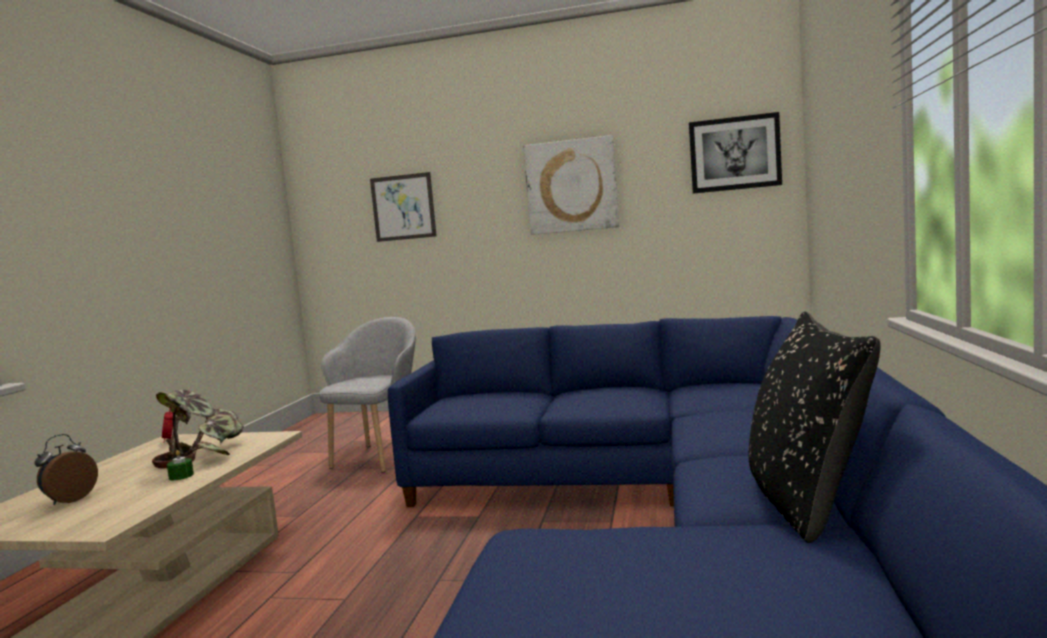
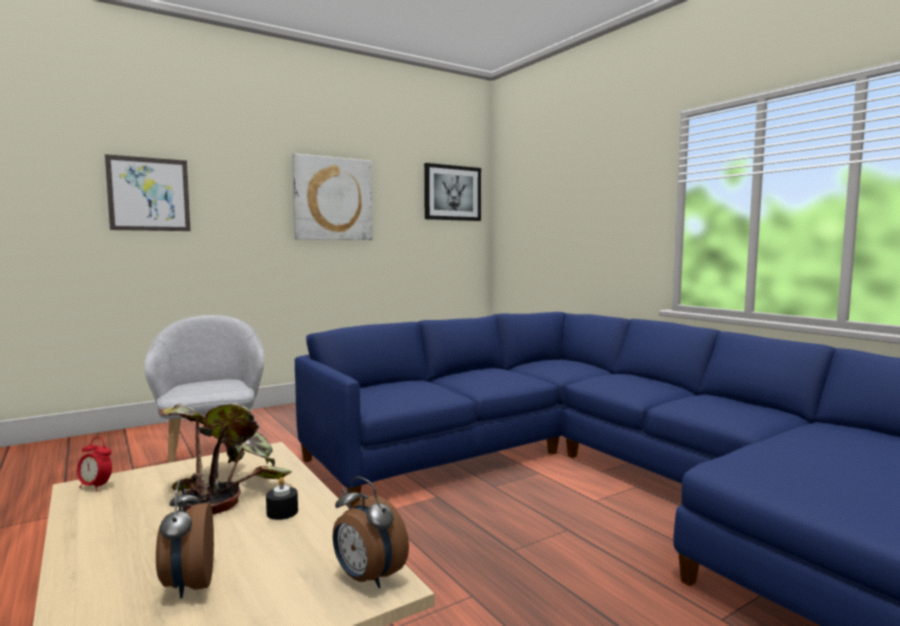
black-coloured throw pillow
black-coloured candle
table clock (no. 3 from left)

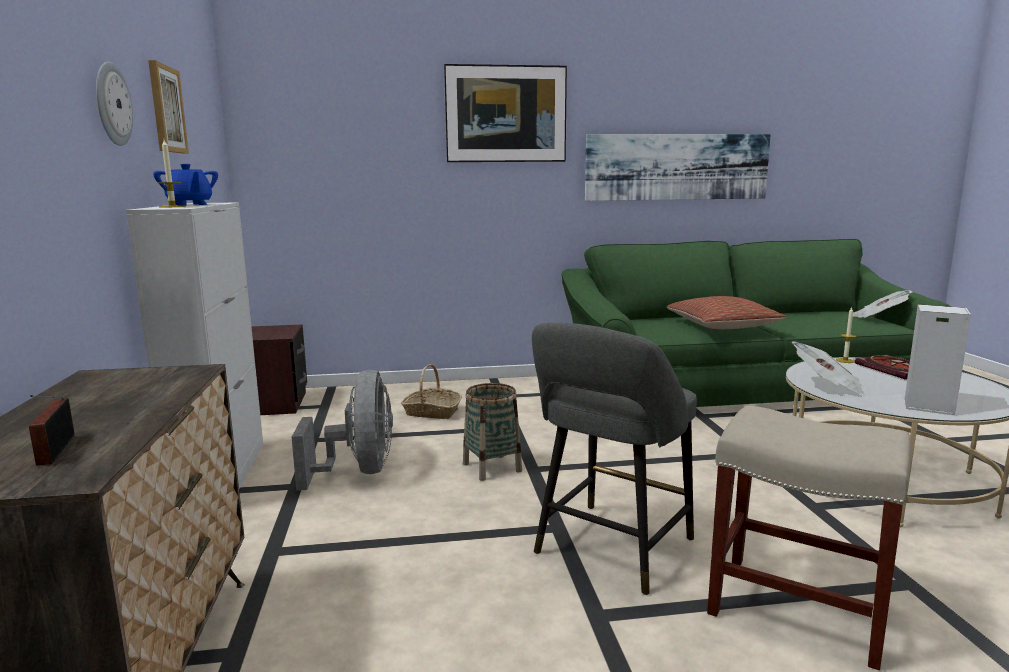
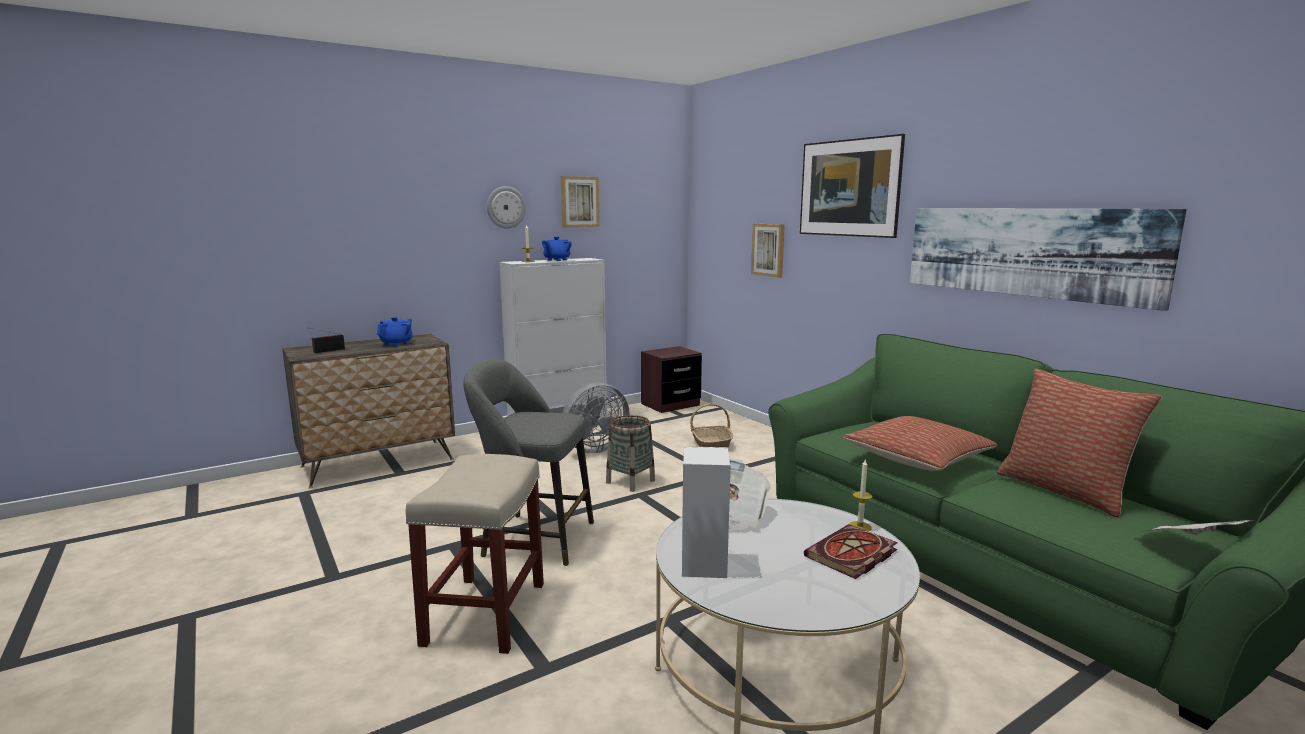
wall art (no. 2 from left)
blue pot for tea (no. 1 from left)
throw pillow (no. 2 from left)

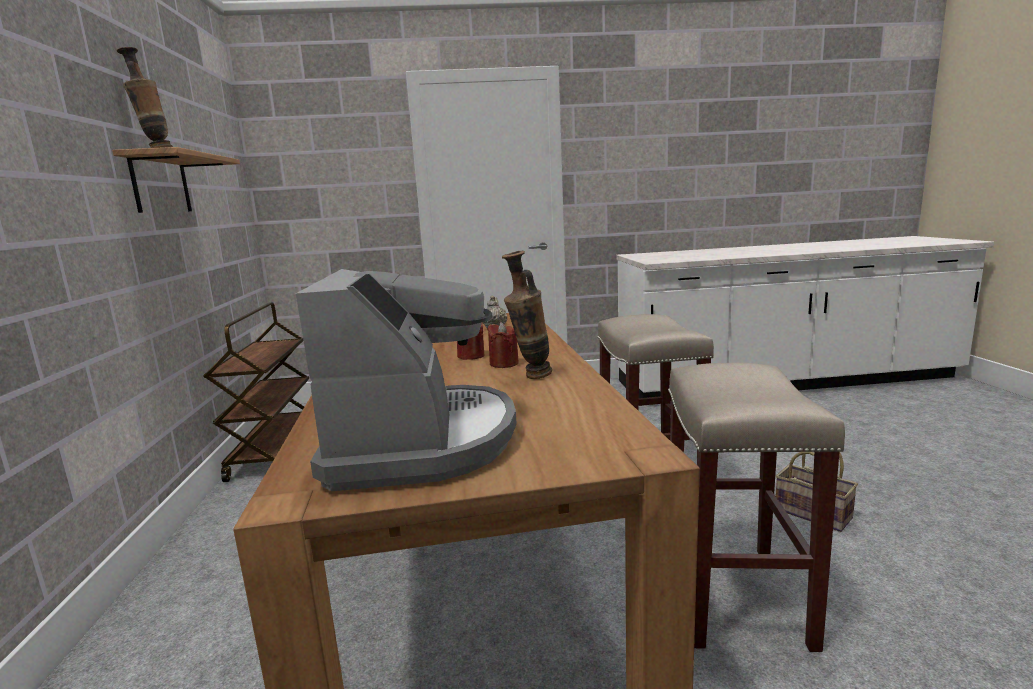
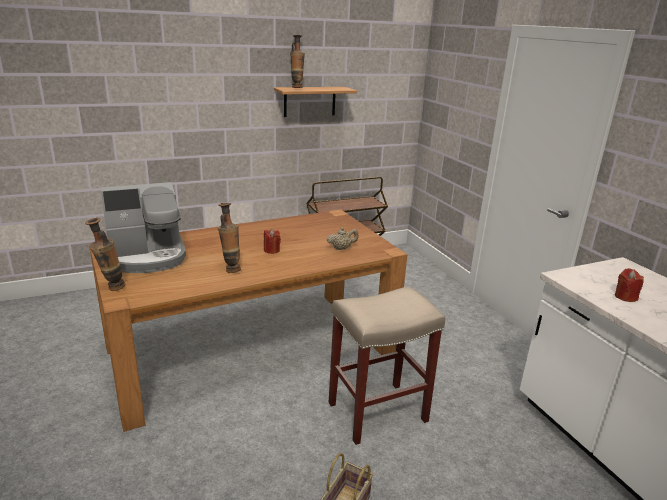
red candle (no. 2 from left)
sand-coloured sitting stool (no. 2 from left in the first image)
vase (no. 1 from left)

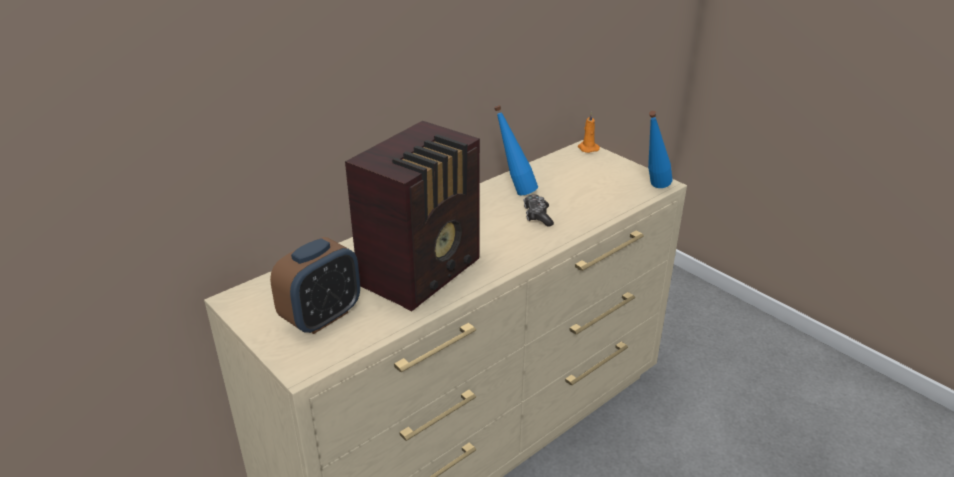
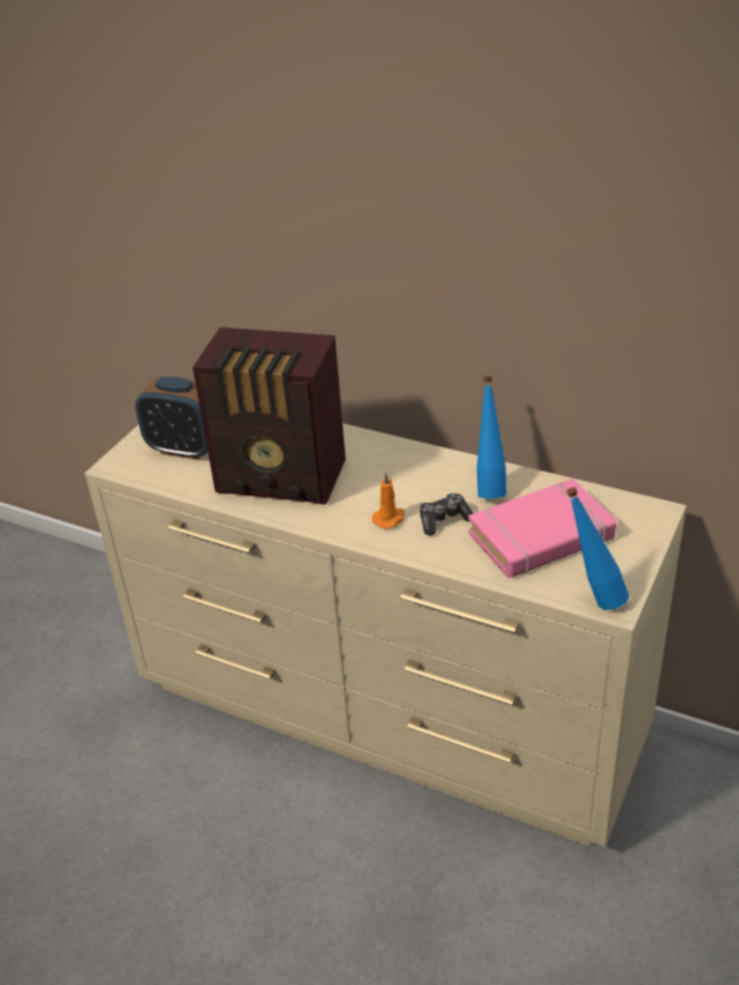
orangey candle
pink-coloured bound book

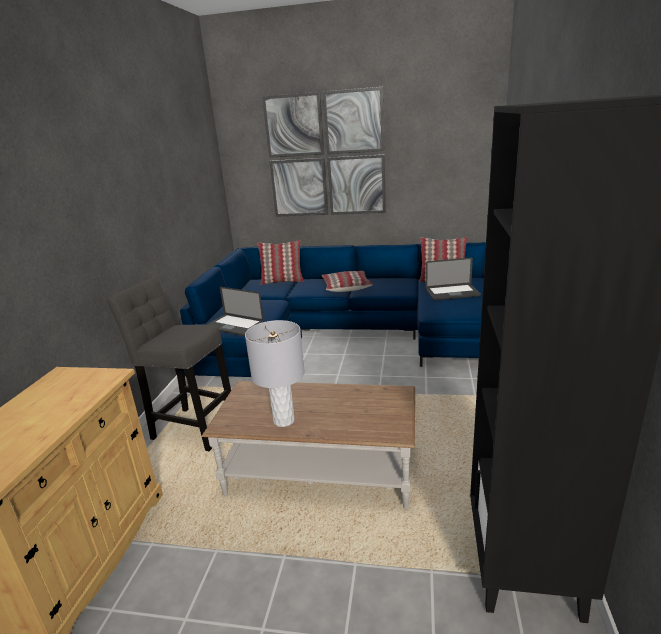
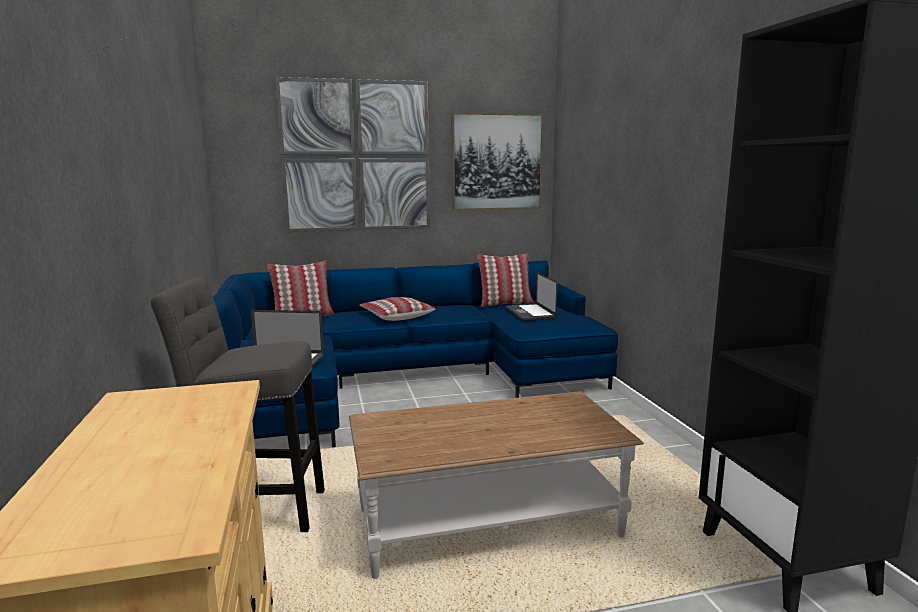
notebook computer (no. 2 from left)
gray tabletop lamp
wall art (no. 2 from left)

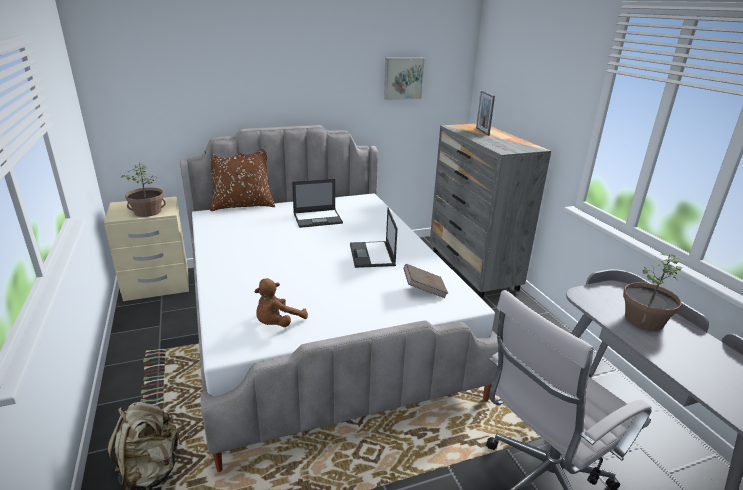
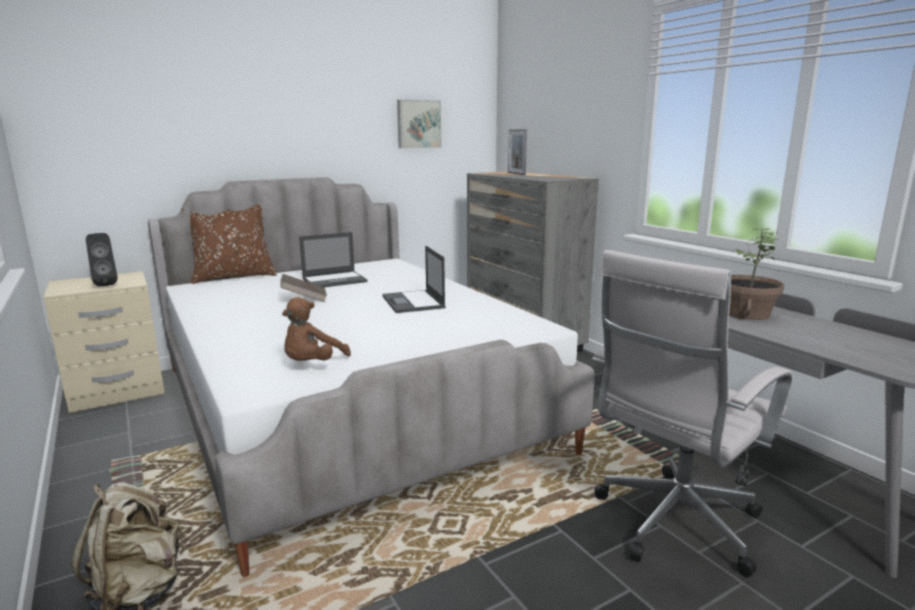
black-coloured audio speaker
brownish bound book

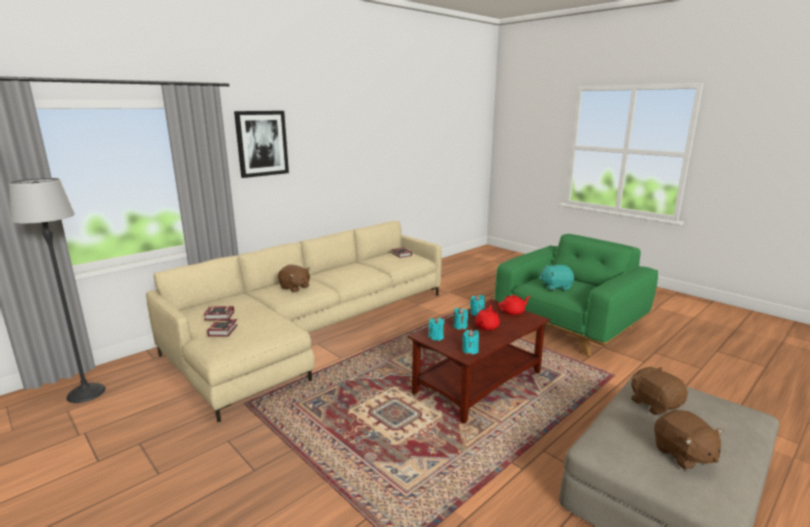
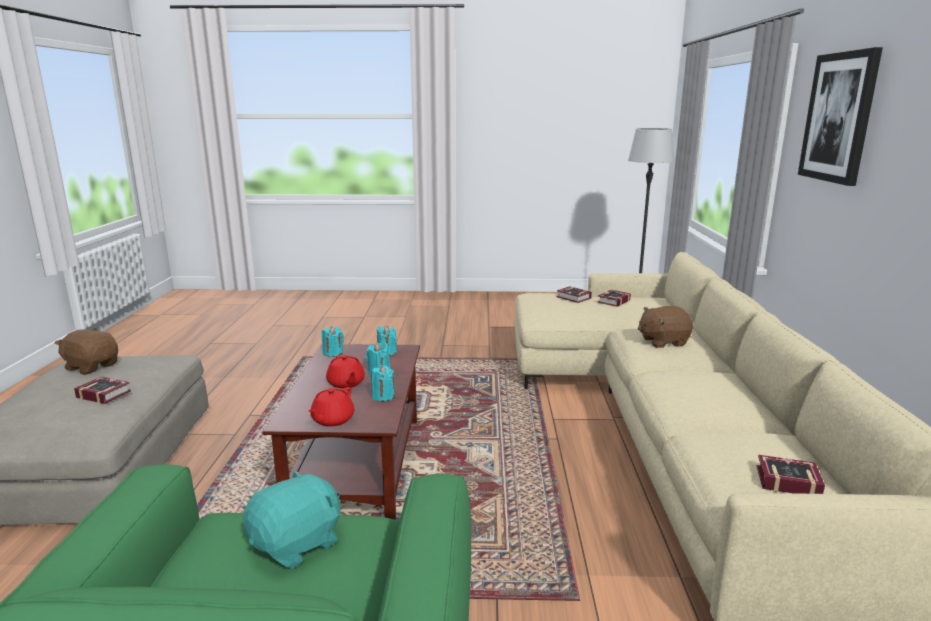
bound book (no. 1 from left)

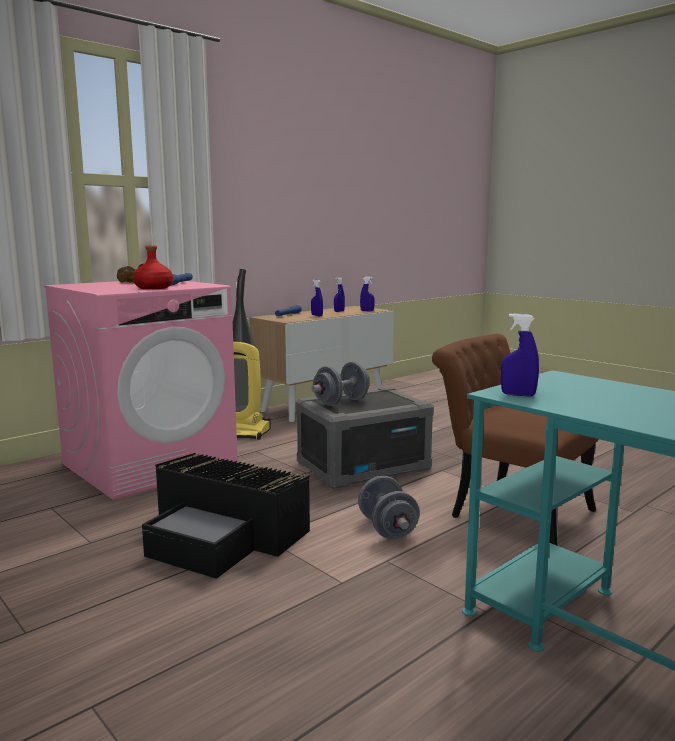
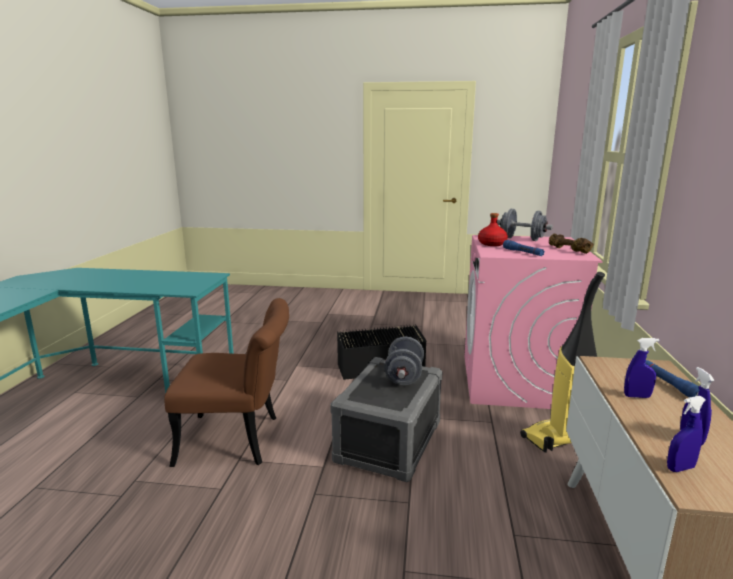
blue spray bottle (no. 4 from left in the first image)
gray hand weight (no. 2 from left)

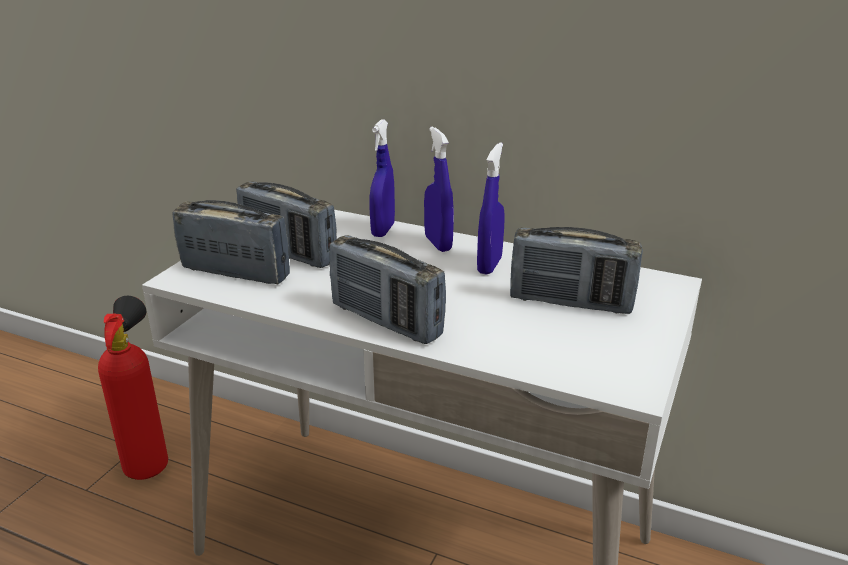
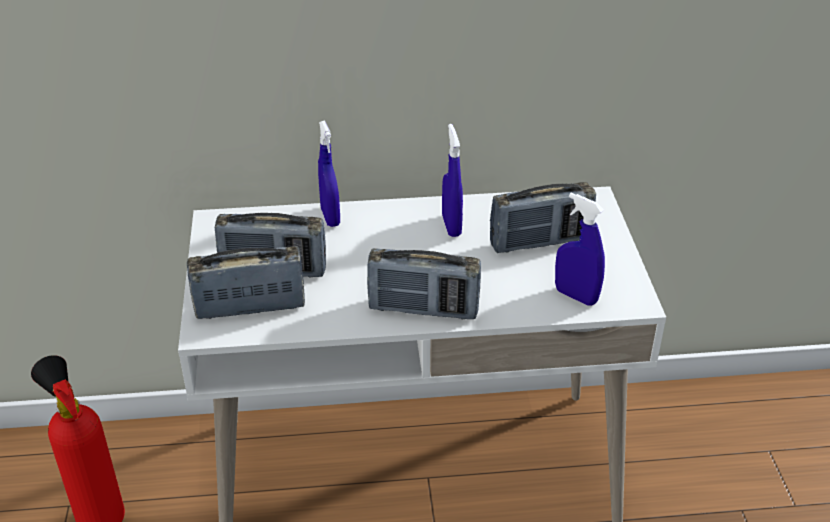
blue spray bottle (no. 3 from left)

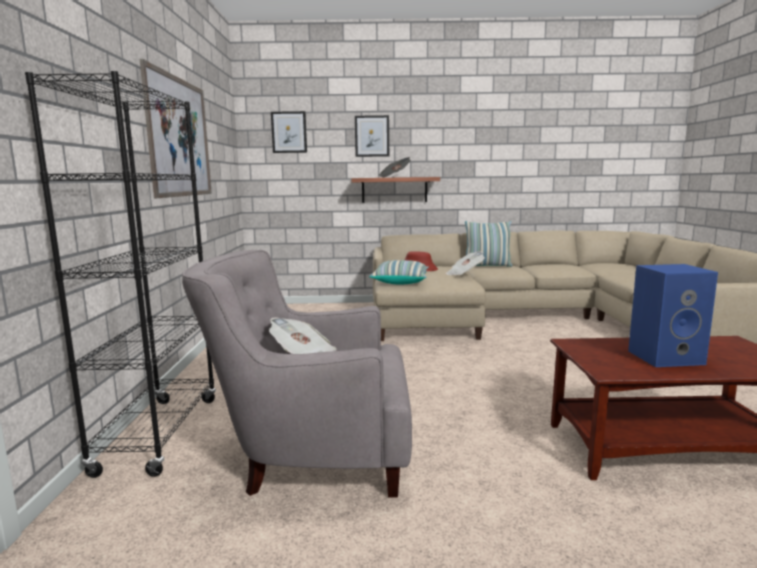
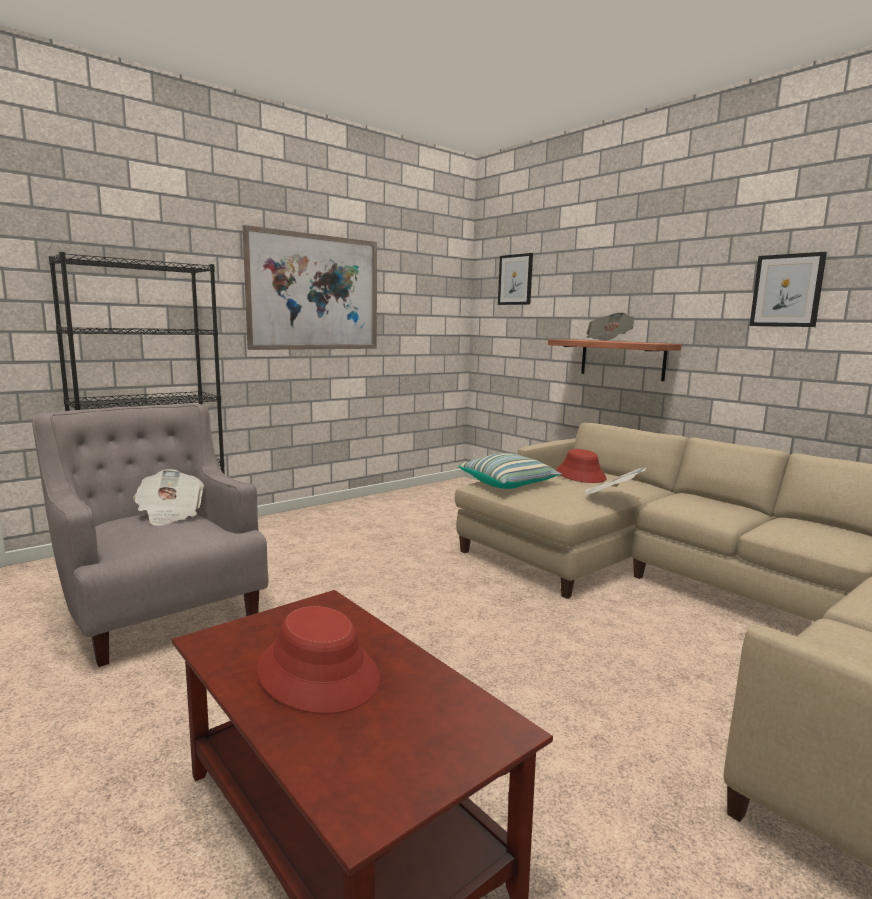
wall art (no. 3 from left)
throw pillow (no. 2 from left in the first image)
red hat (no. 1 from left)

